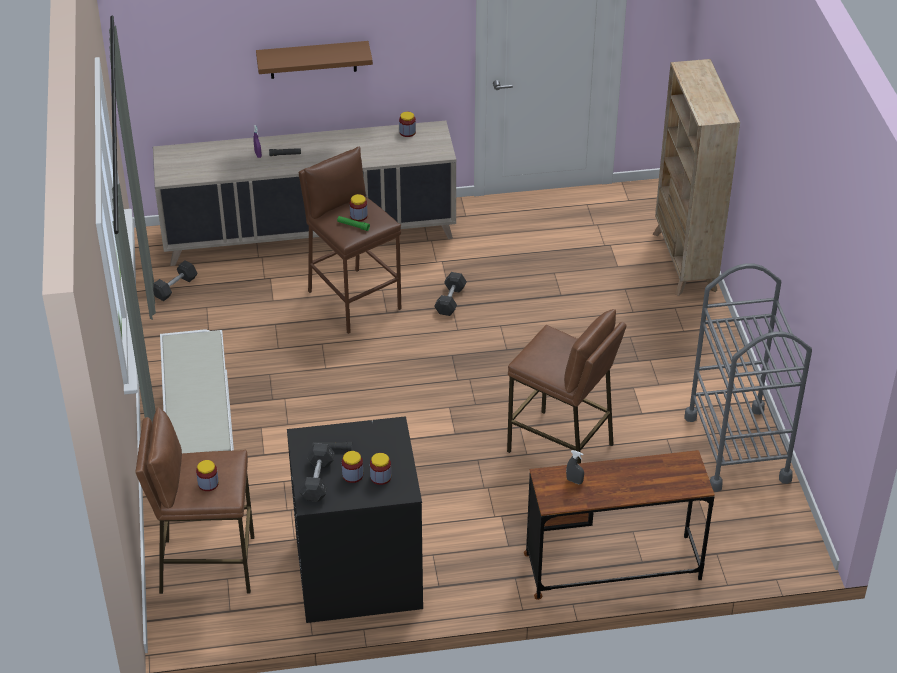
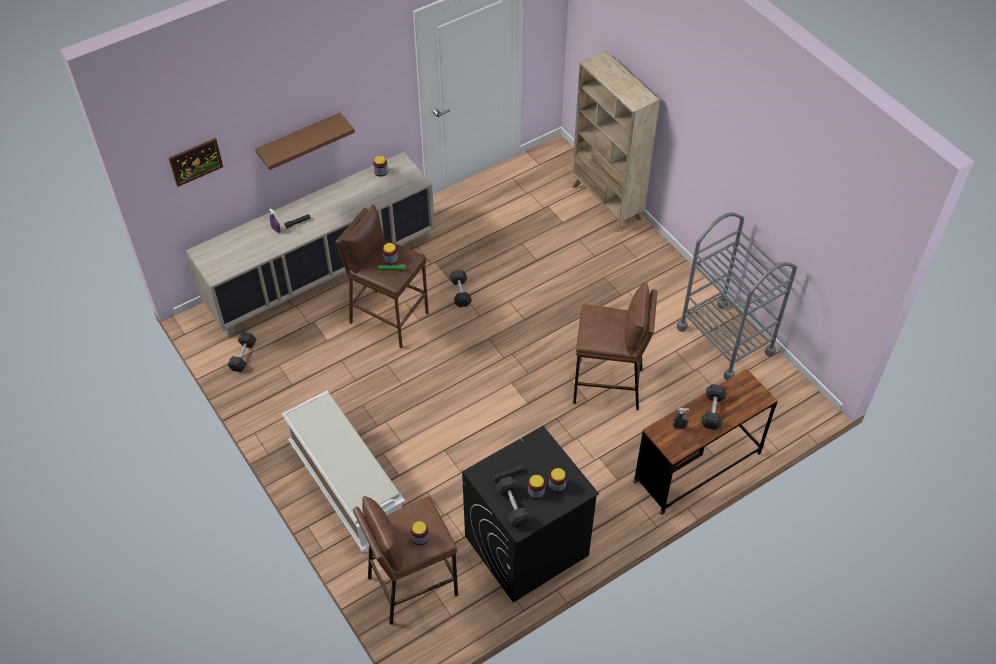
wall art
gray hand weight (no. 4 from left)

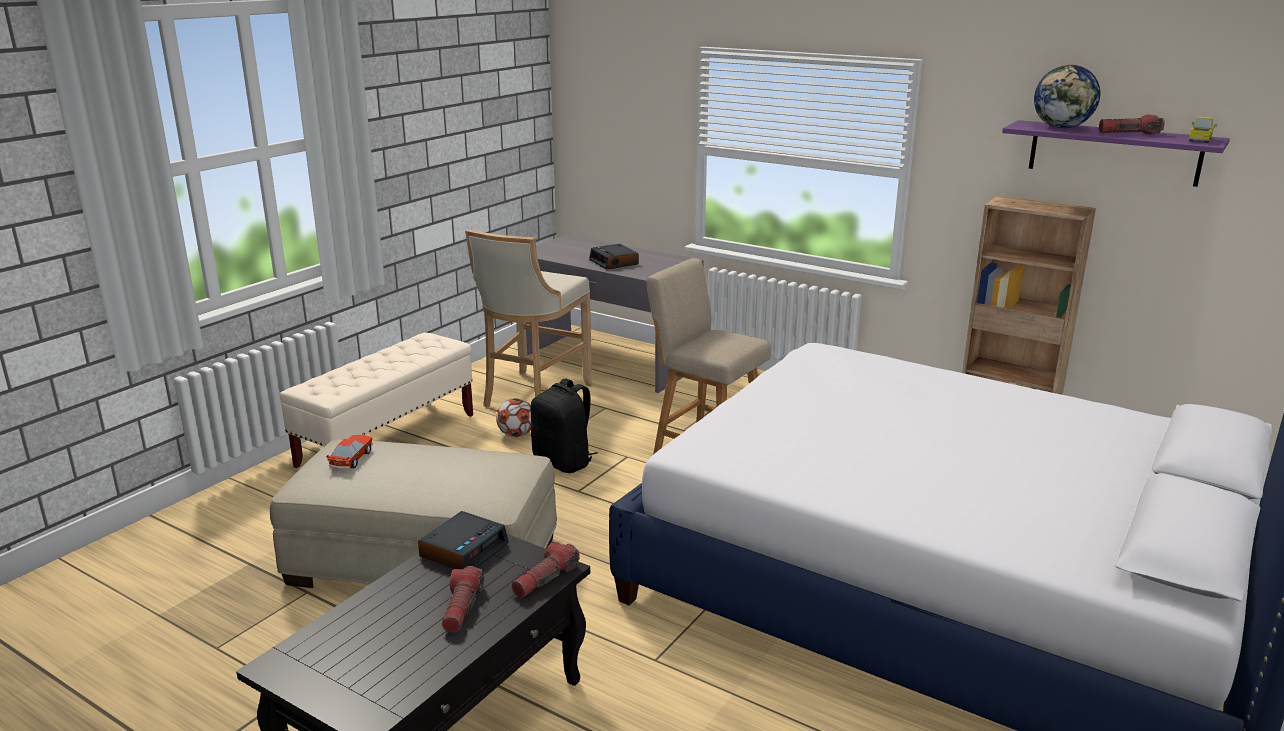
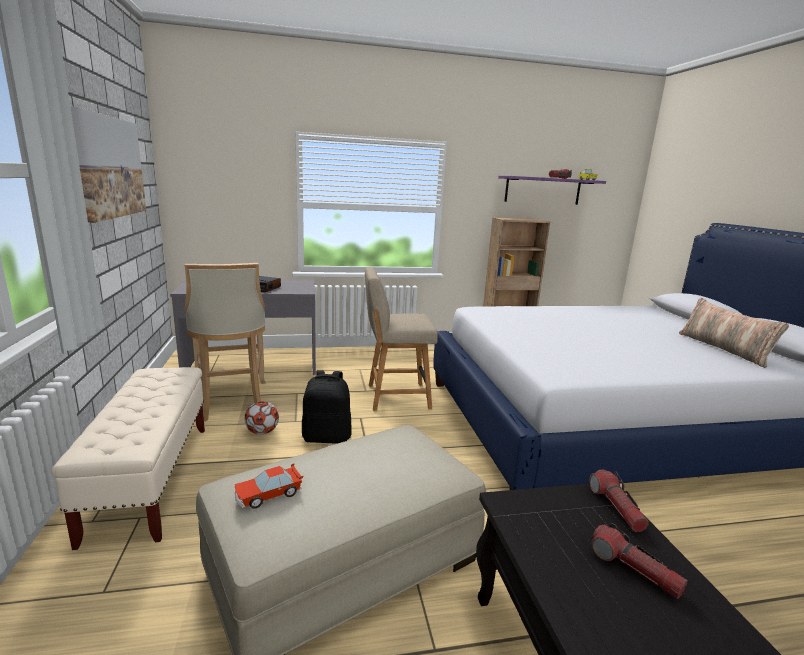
desk globe
miniature car
table clock (no. 1 from left in the first image)
wall art
throw pillow

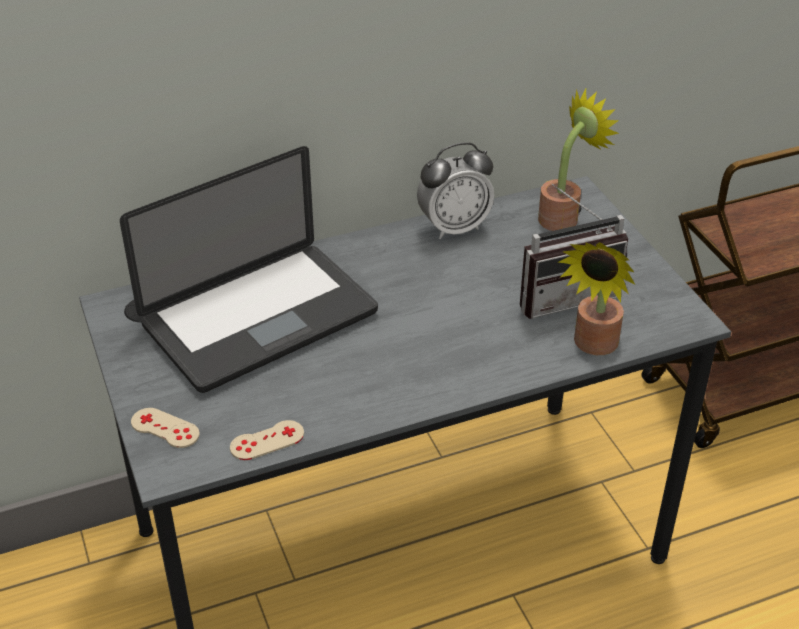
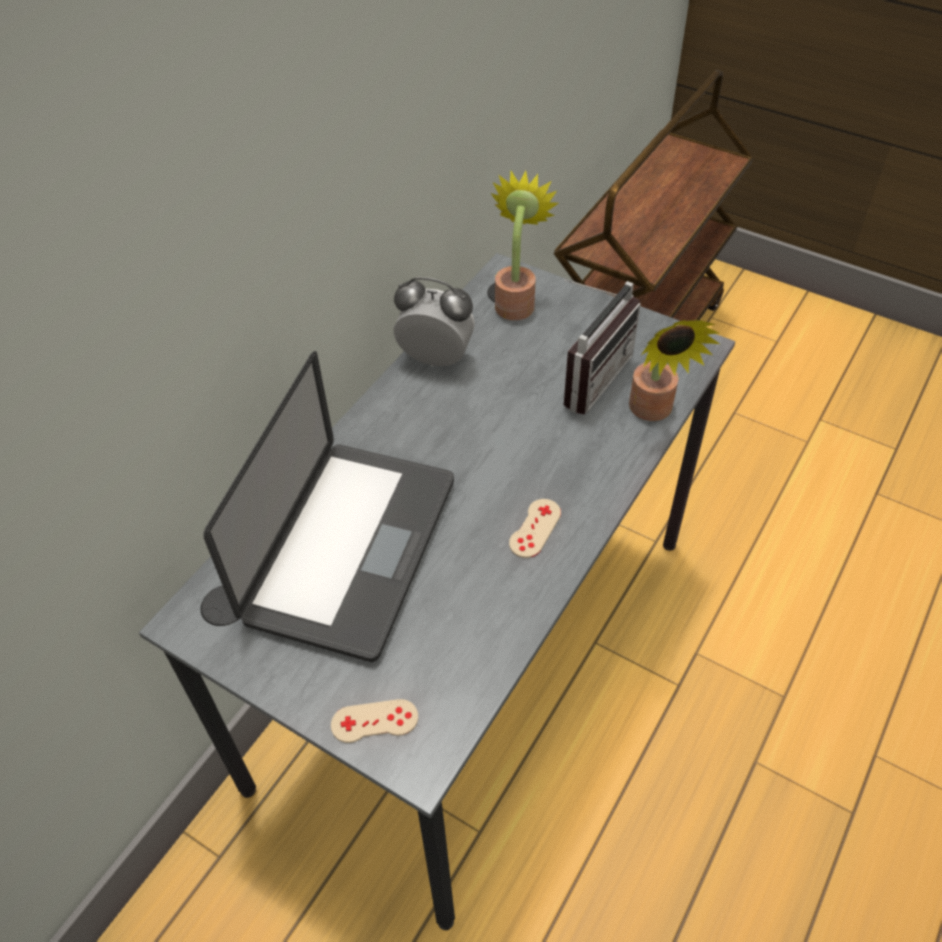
table clock
sand-coloured game controller (no. 2 from left)

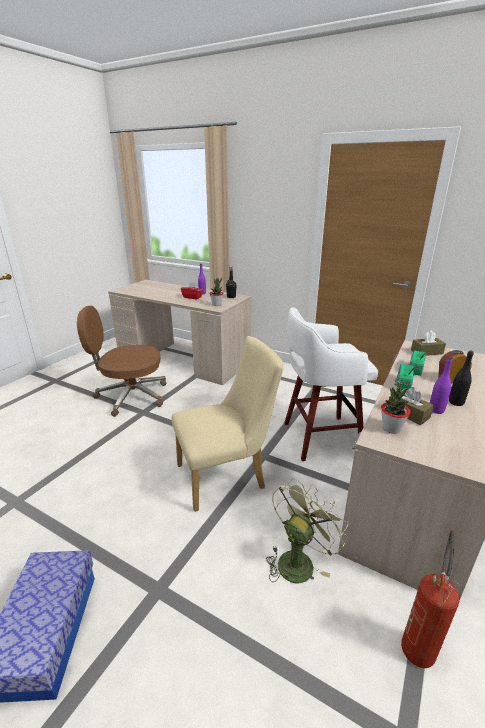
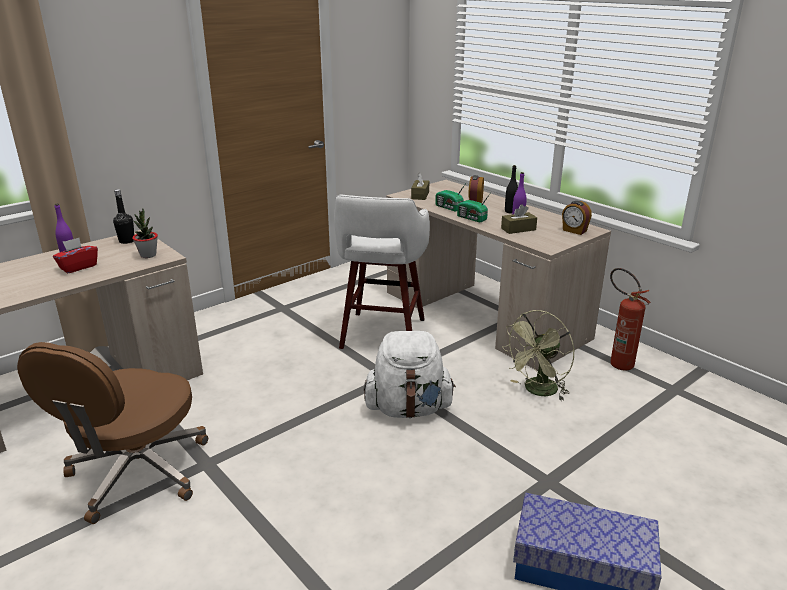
white backpack
plant in a pot (no. 2 from left in the first image)
green electric fan
table clock (no. 2 from left)

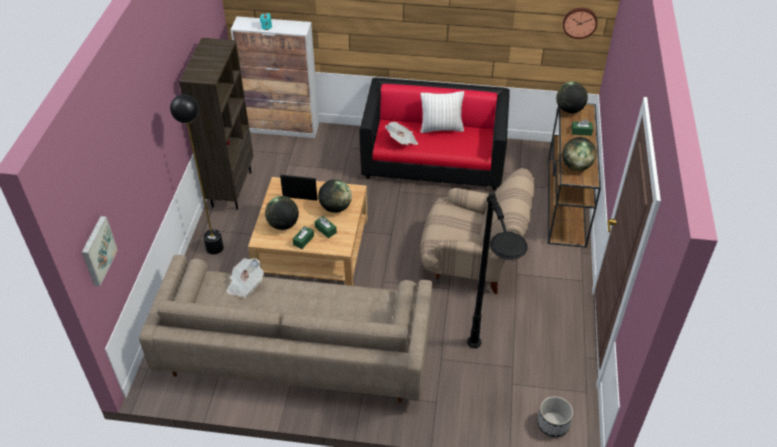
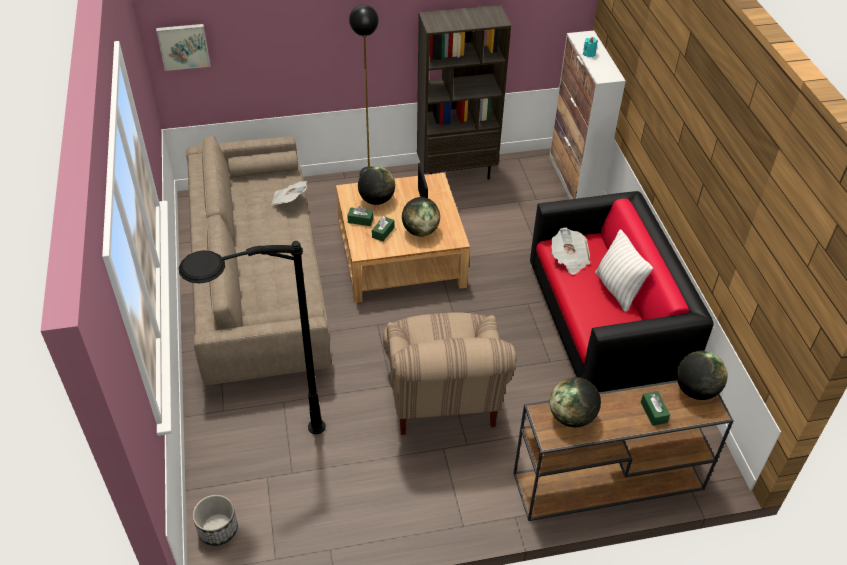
clock on the wall

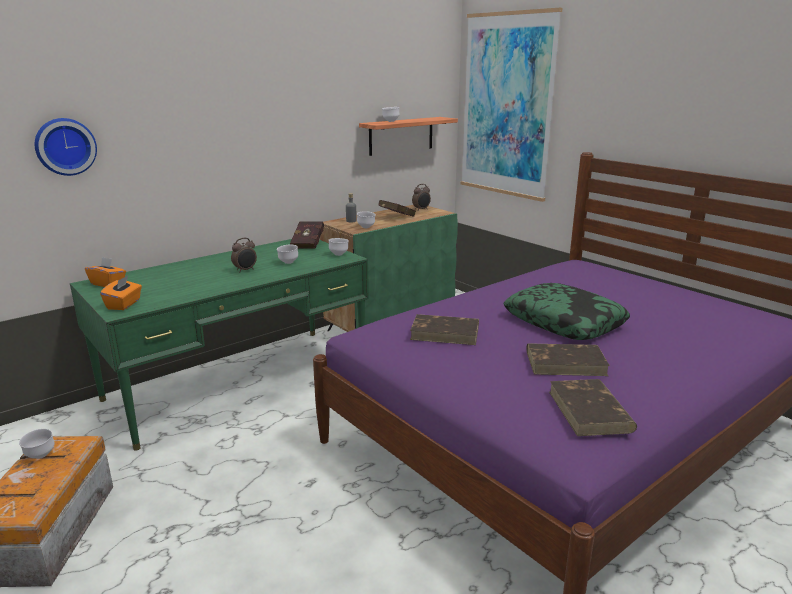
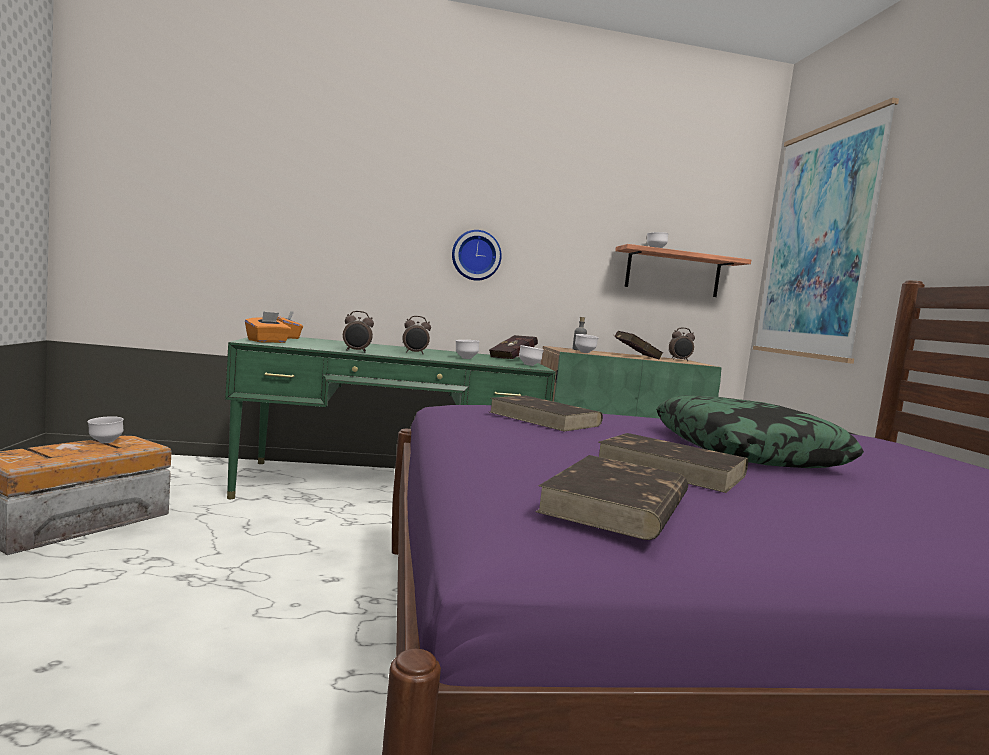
clock on the wall
table clock (no. 1 from left)

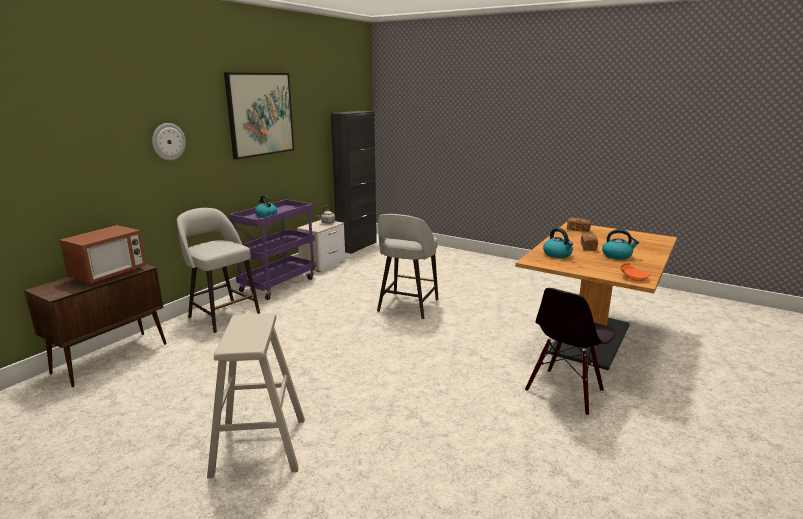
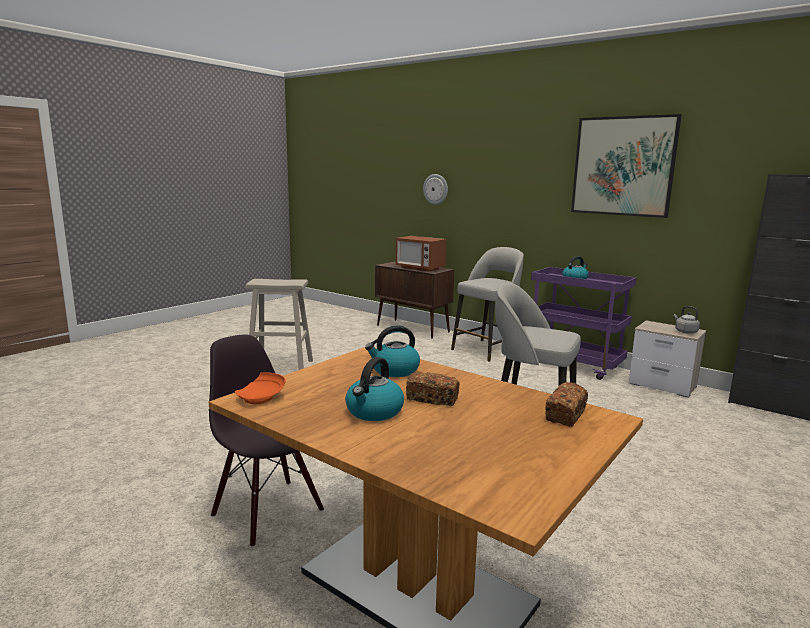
clock on the wall

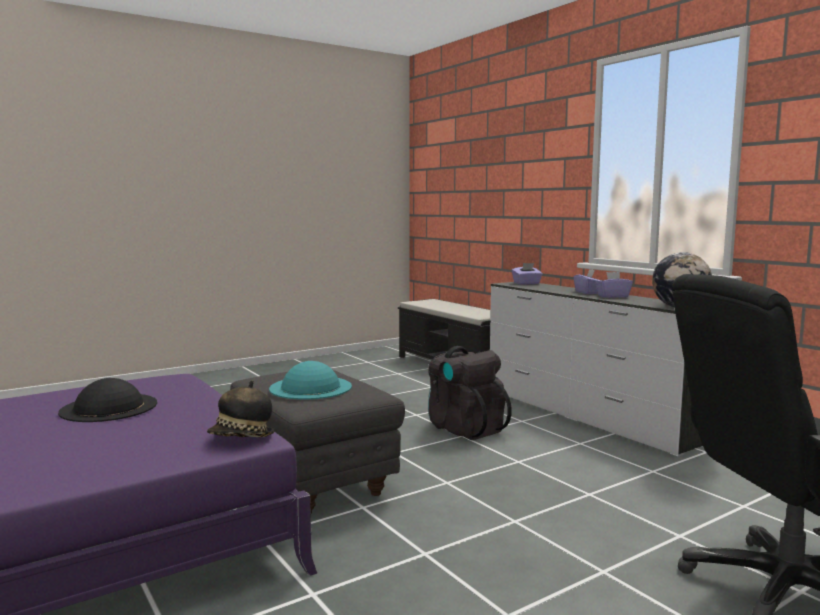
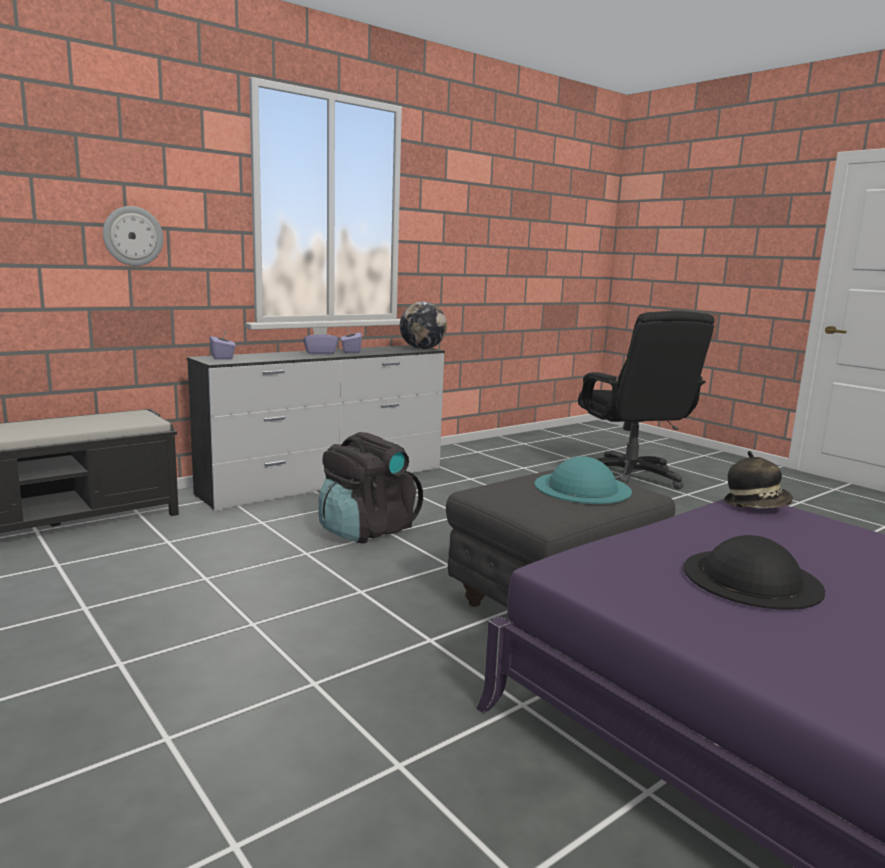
clock on the wall

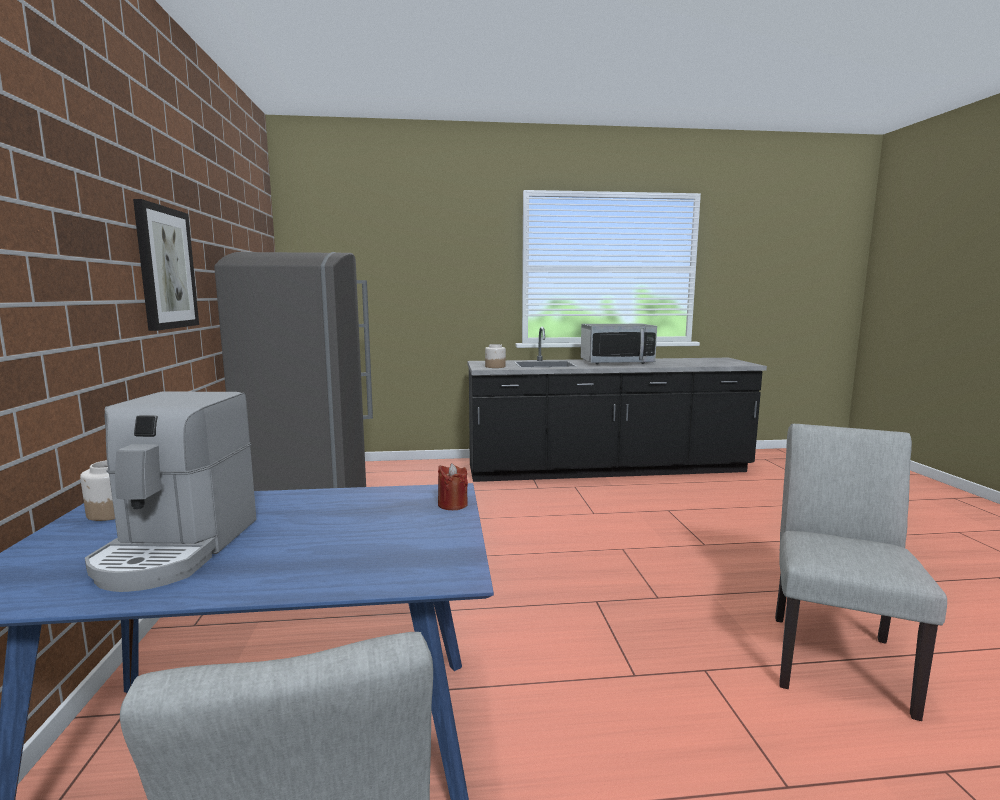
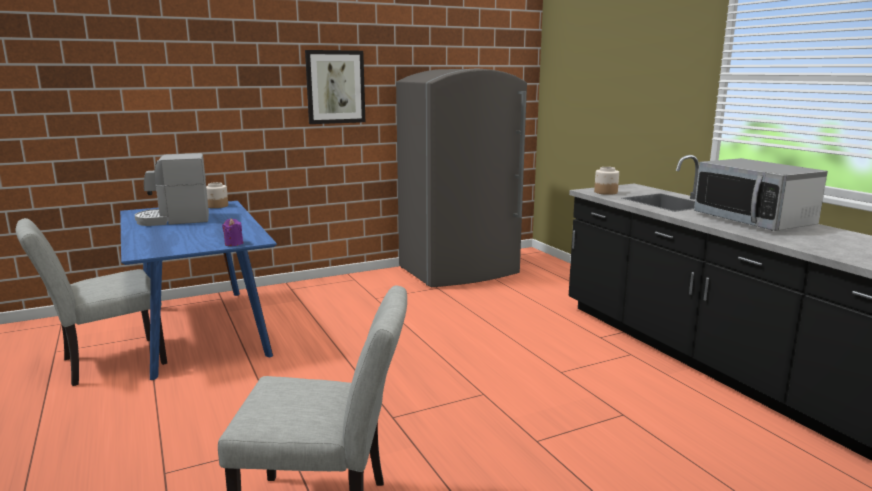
purple candle

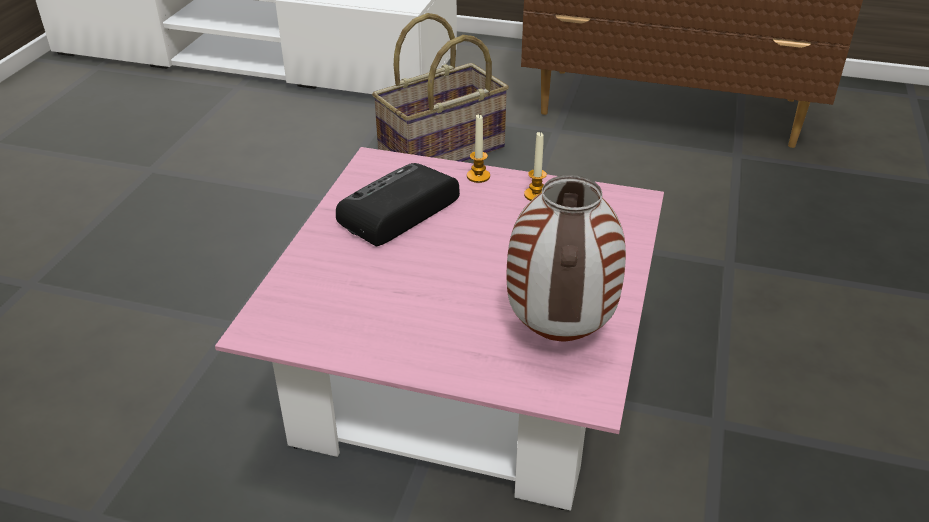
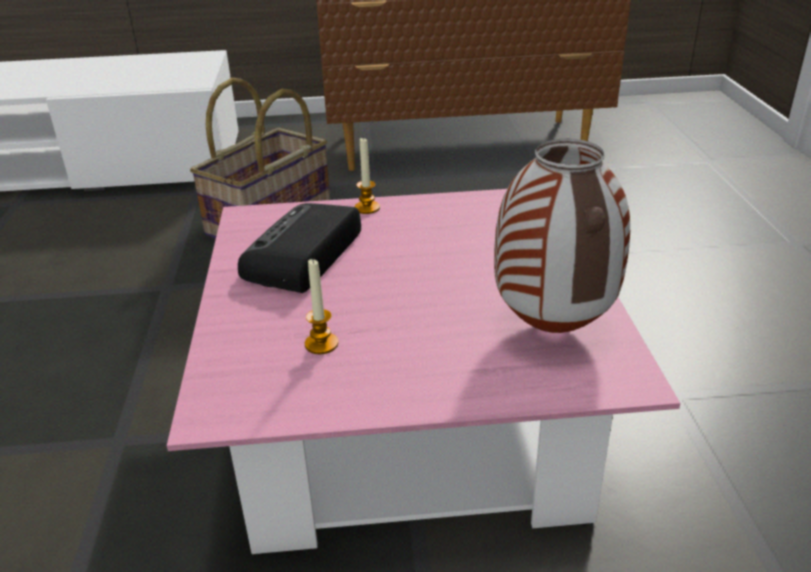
candle (no. 1 from left)

